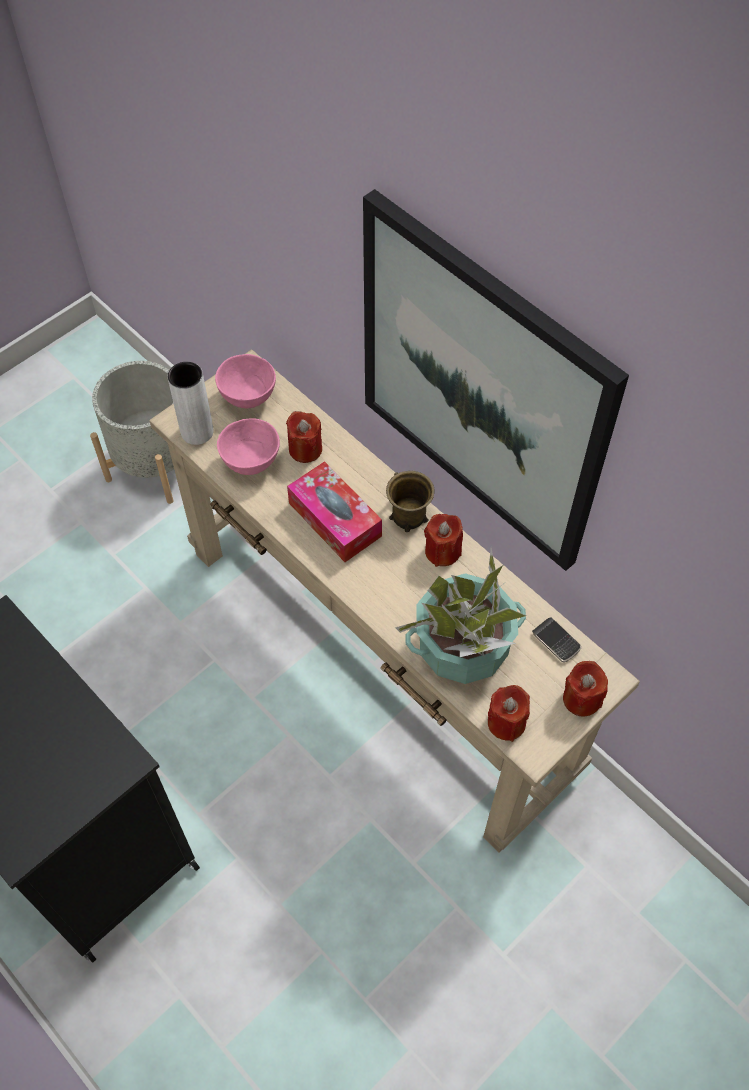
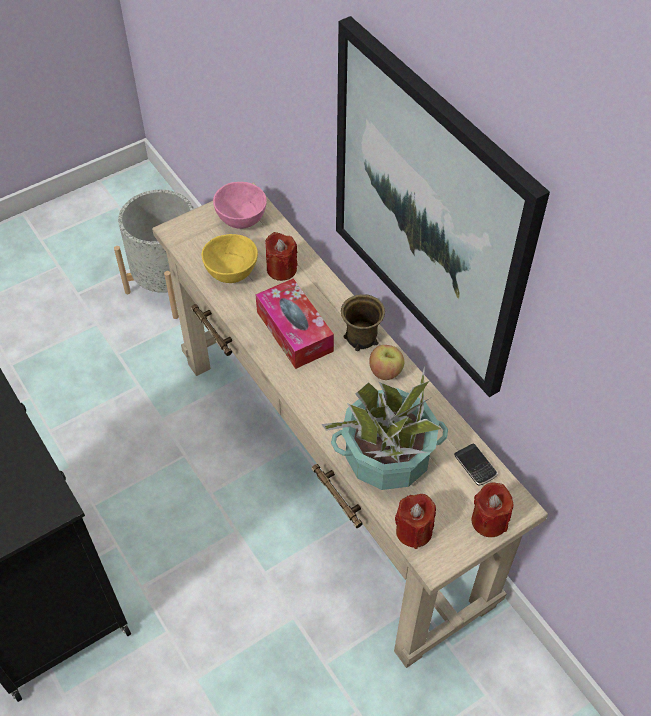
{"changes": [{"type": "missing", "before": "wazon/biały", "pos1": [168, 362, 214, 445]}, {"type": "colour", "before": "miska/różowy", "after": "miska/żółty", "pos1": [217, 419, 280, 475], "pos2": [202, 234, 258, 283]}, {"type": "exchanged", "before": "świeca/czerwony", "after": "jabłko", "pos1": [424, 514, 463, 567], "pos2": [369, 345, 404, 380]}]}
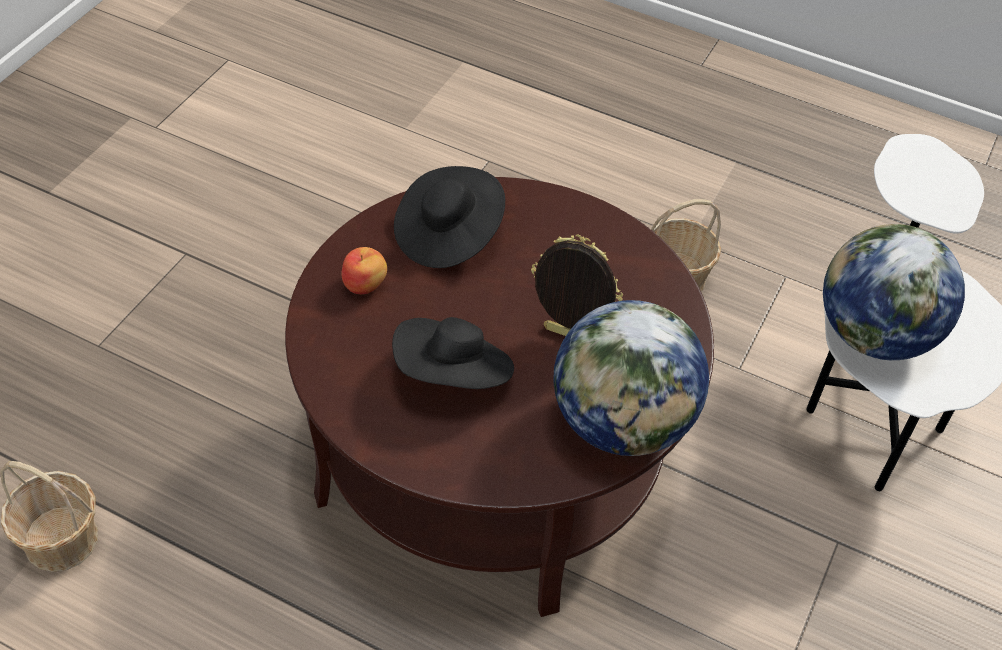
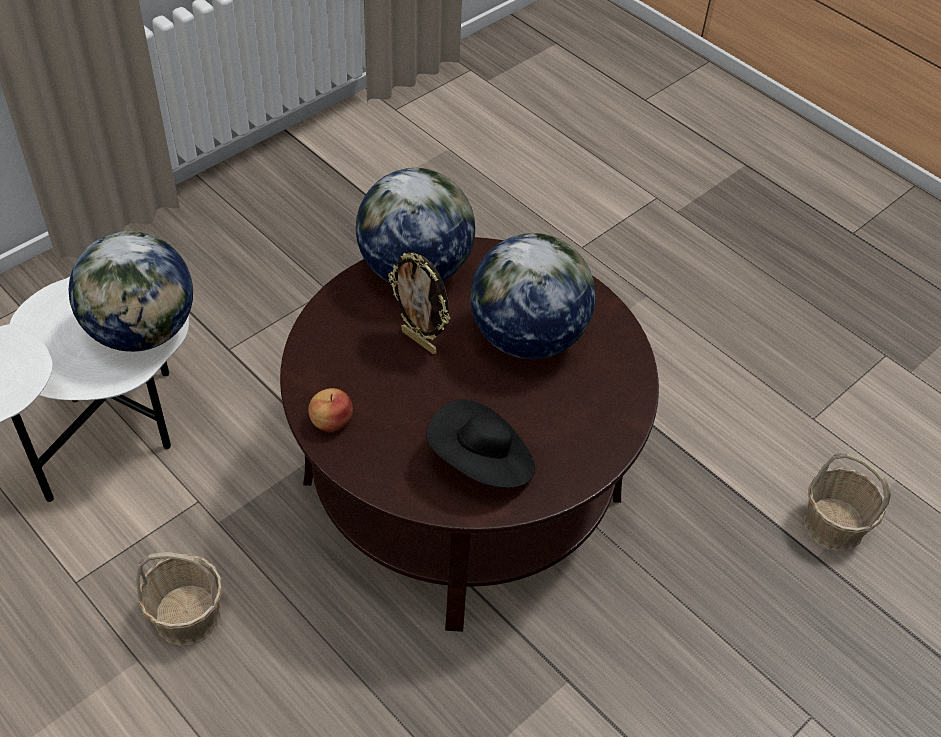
{"changes": [{"type": "relocated", "before": "jabłko", "pos1": [341, 247, 387, 294], "pos2": [308, 388, 353, 432]}, {"type": "exchanged", "before": "kapelusz/czarny", "after": "globus", "pos1": [392, 317, 514, 389], "pos2": [470, 233, 596, 359]}]}
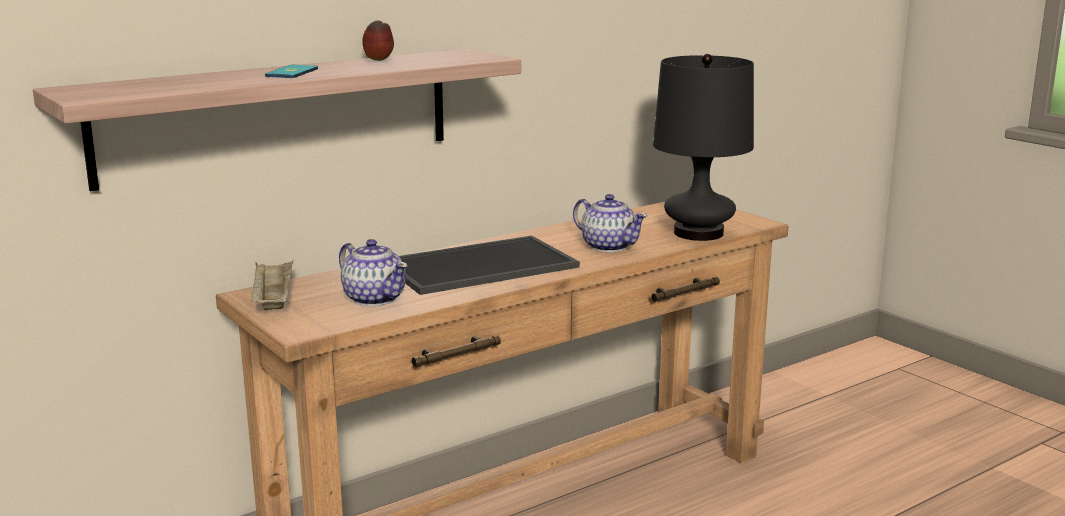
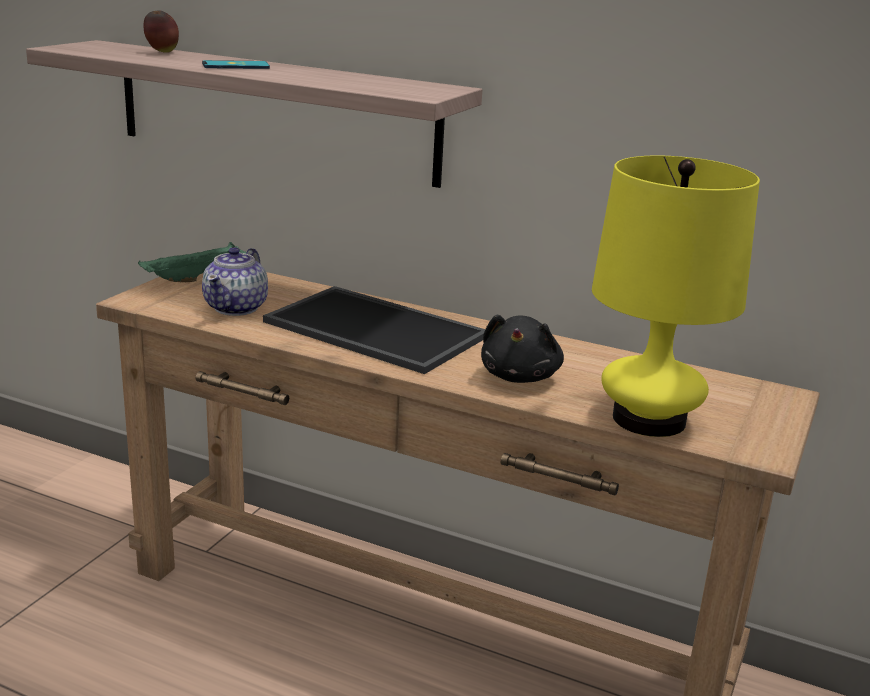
{"changes": [{"type": "relocated", "before": "jabłko", "pos1": [362, 20, 394, 61], "pos2": [144, 10, 179, 53]}, {"type": "colour", "before": "lampa stołowa/czarny", "after": "lampa stołowa/żółty", "pos1": [653, 54, 754, 241], "pos2": [592, 156, 760, 437]}, {"type": "exchanged", "before": "imbryk", "after": "pluszak/czarny", "pos1": [573, 194, 647, 252], "pos2": [481, 315, 564, 383]}, {"type": "colour", "before": "taca/beżowy", "after": "taca/zielony", "pos1": [251, 260, 293, 310], "pos2": [138, 242, 247, 282]}]}
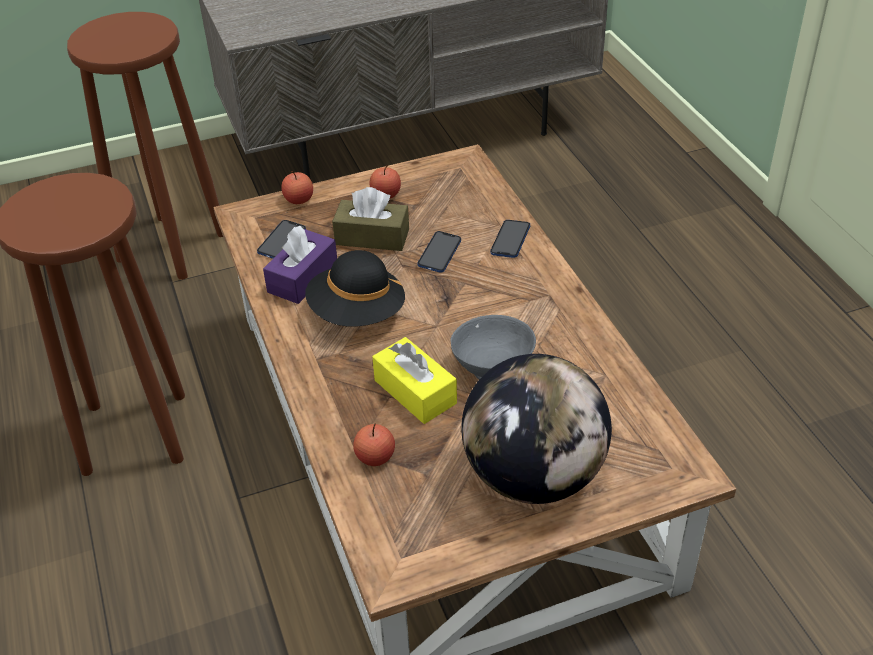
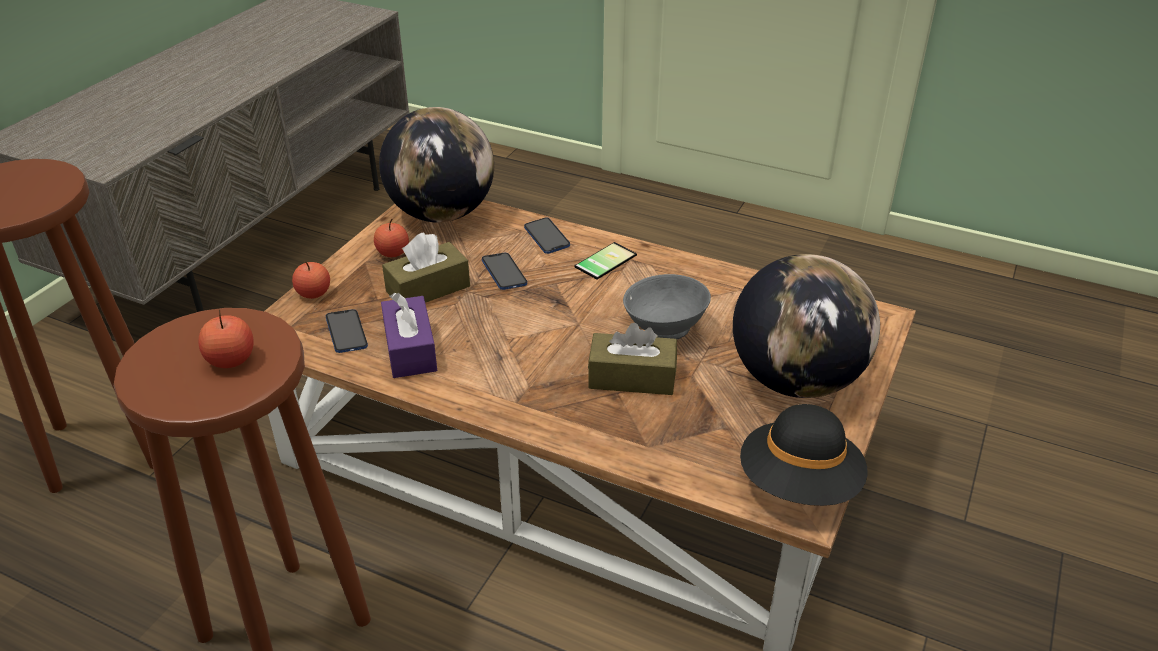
{"changes": [{"type": "relocated", "before": "kapelusz/czarny", "pos1": [305, 250, 405, 326], "pos2": [740, 404, 867, 506]}, {"type": "colour", "before": "pudełko chusteczek/żółty", "after": "pudełko chusteczek/brązowy", "pos1": [372, 337, 457, 424], "pos2": [588, 323, 677, 395]}, {"type": "relocated", "before": "jabłko", "pos1": [353, 423, 395, 466], "pos2": [198, 310, 254, 368]}, {"type": "appeared", "after": "globus", "pos2": [379, 107, 494, 223]}, {"type": "appeared", "after": "telefon", "pos2": [574, 242, 637, 280]}]}
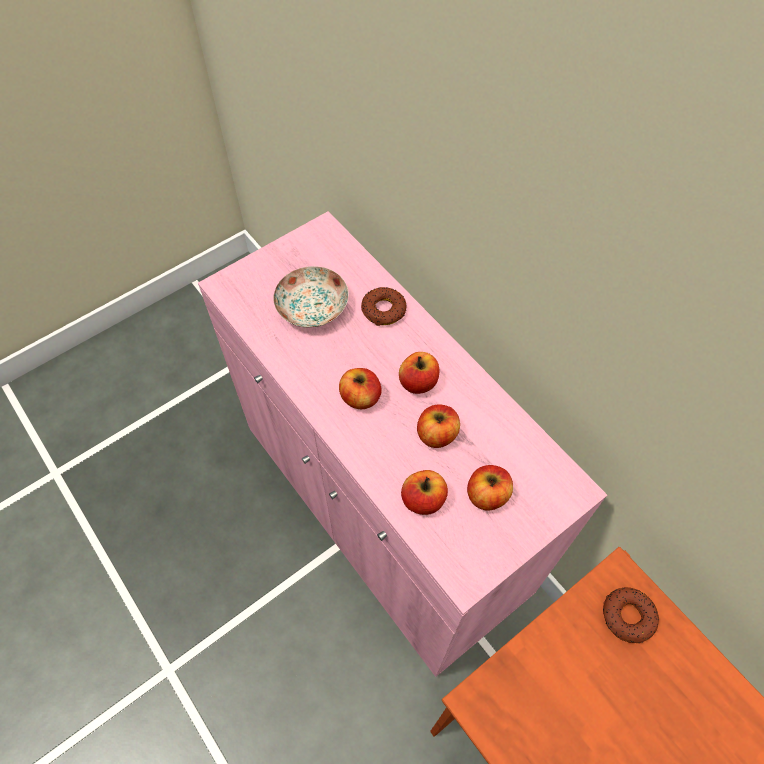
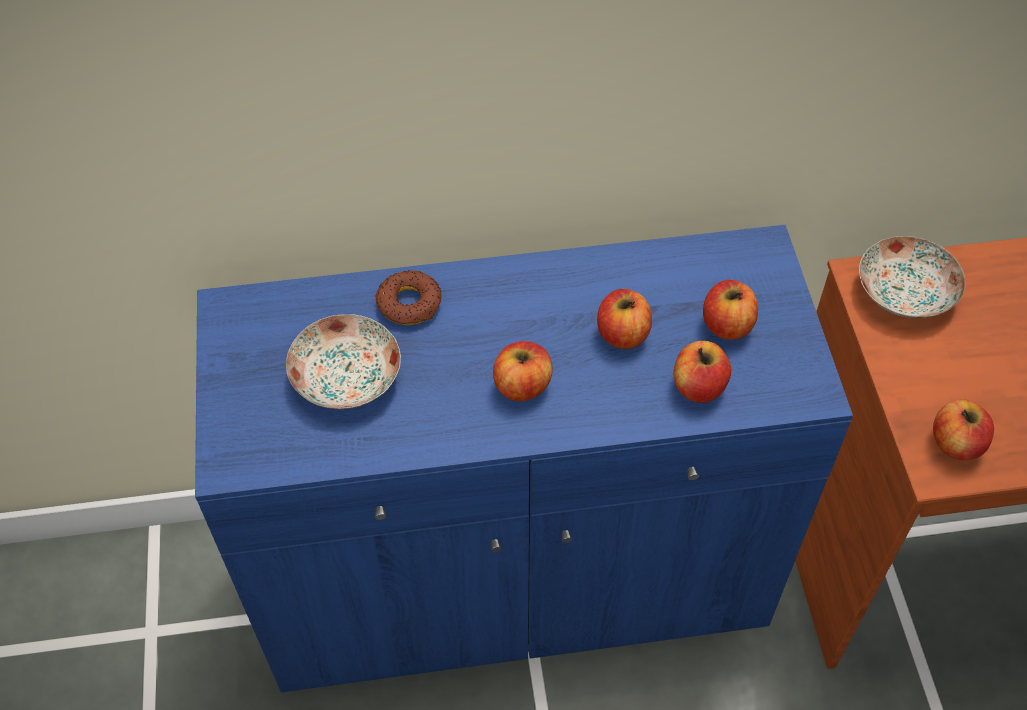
{"changes": [{"type": "colour", "before": "szafka/różowy", "after": "szafka/niebieski", "pos1": [198, 211, 607, 677], "pos2": [195, 225, 853, 692]}, {"type": "relocated", "before": "jabłko", "pos1": [399, 352, 439, 394], "pos2": [933, 399, 994, 460]}, {"type": "exchanged", "before": "donut", "after": "talerz", "pos1": [603, 587, 659, 643], "pos2": [859, 236, 965, 318]}]}
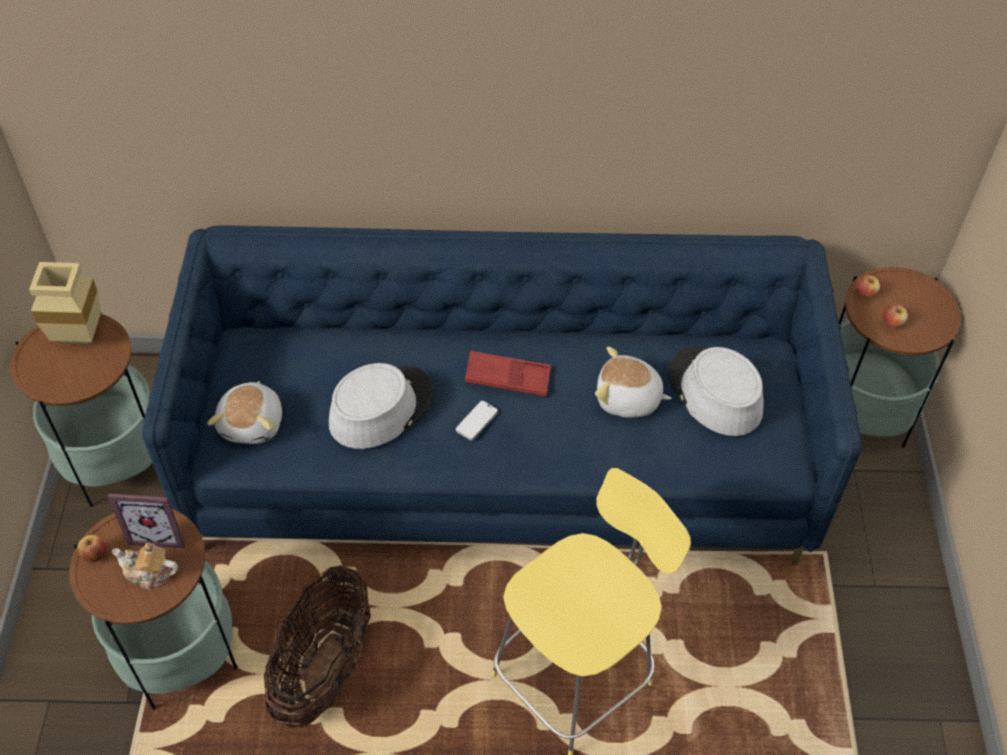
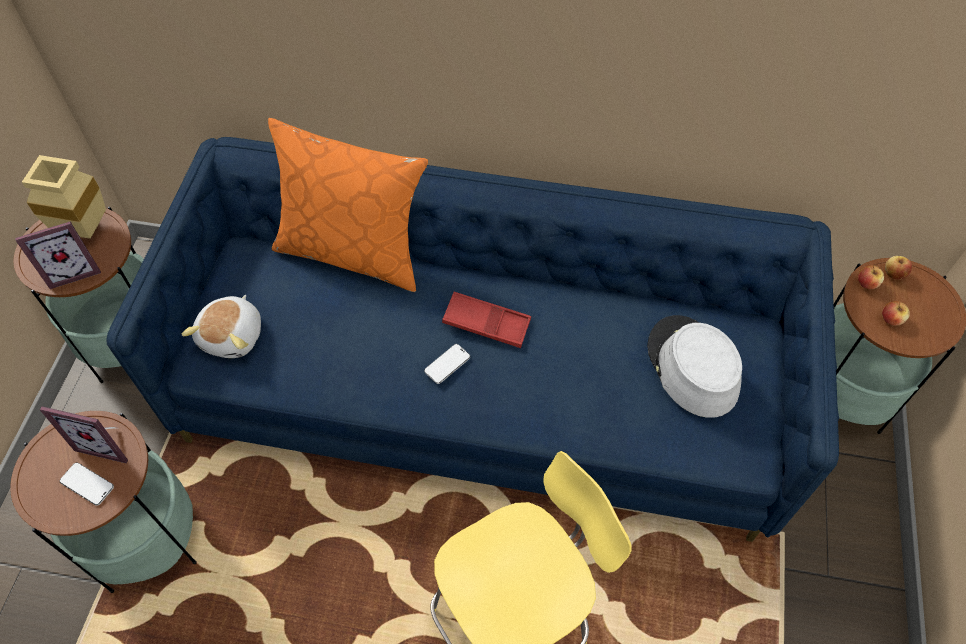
{"changes": [{"type": "missing", "before": "pluszak", "pos1": [595, 346, 672, 418]}, {"type": "missing", "before": "kapelusz/szary", "pos1": [329, 363, 434, 449]}, {"type": "relocated", "before": "jabłko", "pos1": [77, 535, 107, 562], "pos2": [885, 256, 912, 280]}, {"type": "exchanged", "before": "imbryk", "after": "telefon", "pos1": [112, 543, 178, 590], "pos2": [60, 463, 114, 505]}, {"type": "missing", "before": "koszyk", "pos1": [264, 565, 371, 729]}, {"type": "appeared", "after": "poduszka/pomarańczowy", "pos2": [268, 118, 428, 292]}, {"type": "appeared", "after": "ramka na zdjęcie", "pos2": [15, 222, 101, 289]}]}
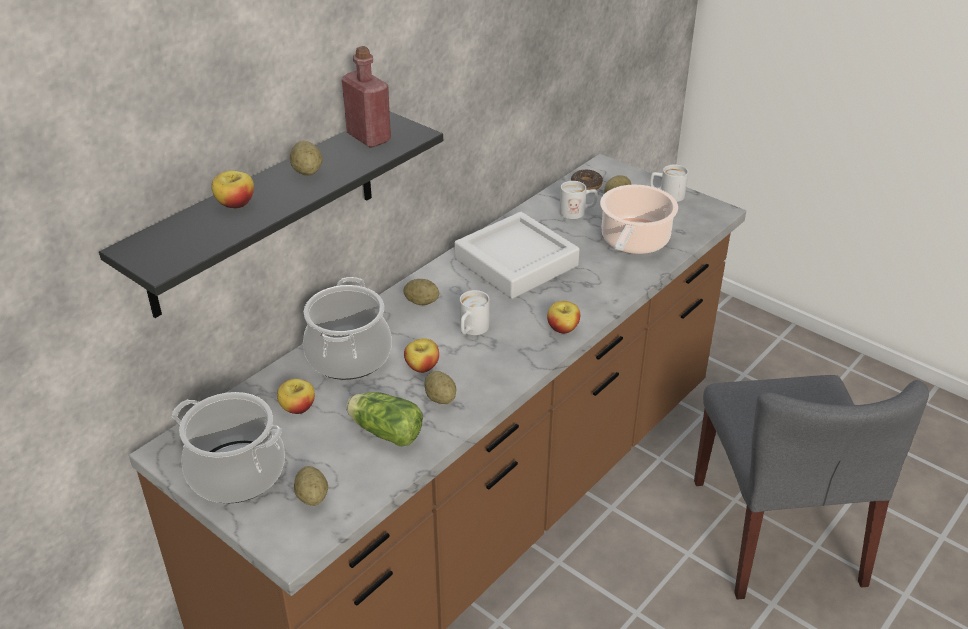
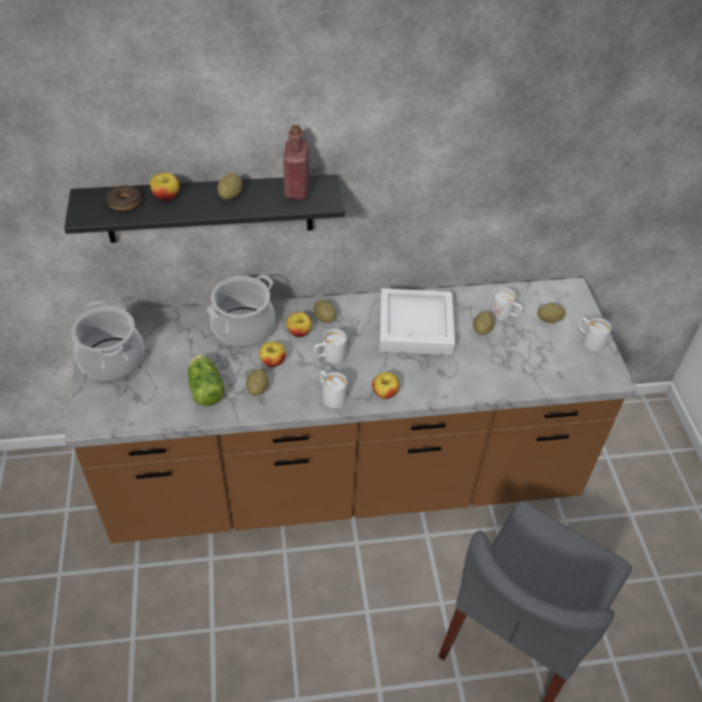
{"changes": [{"type": "relocated", "before": "donut", "pos1": [571, 169, 603, 190], "pos2": [107, 185, 141, 211]}, {"type": "missing", "before": "garnek", "pos1": [600, 185, 678, 254]}, {"type": "relocated", "before": "jabłko", "pos1": [277, 379, 315, 414], "pos2": [286, 312, 312, 337]}, {"type": "relocated", "before": "ziemniak", "pos1": [294, 466, 328, 506], "pos2": [473, 311, 494, 335]}, {"type": "appeared", "after": "kubek/biały", "pos2": [320, 370, 347, 408]}]}
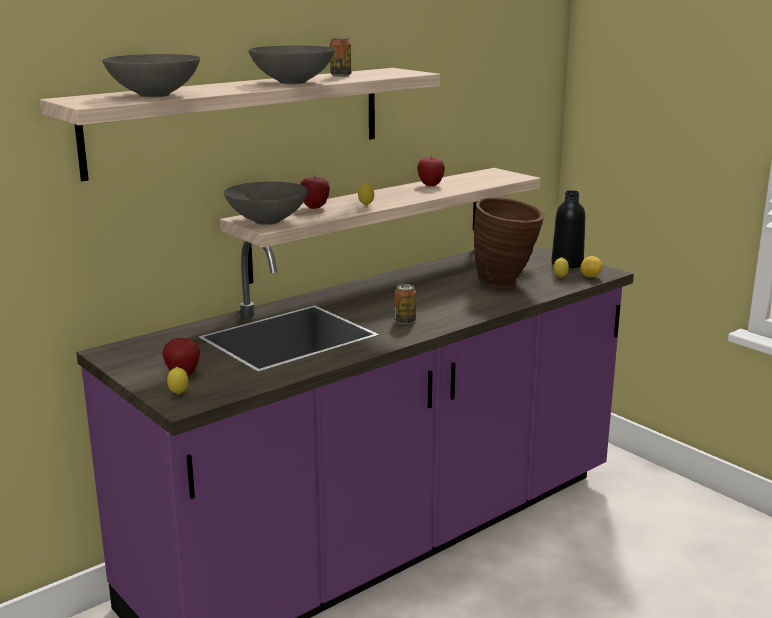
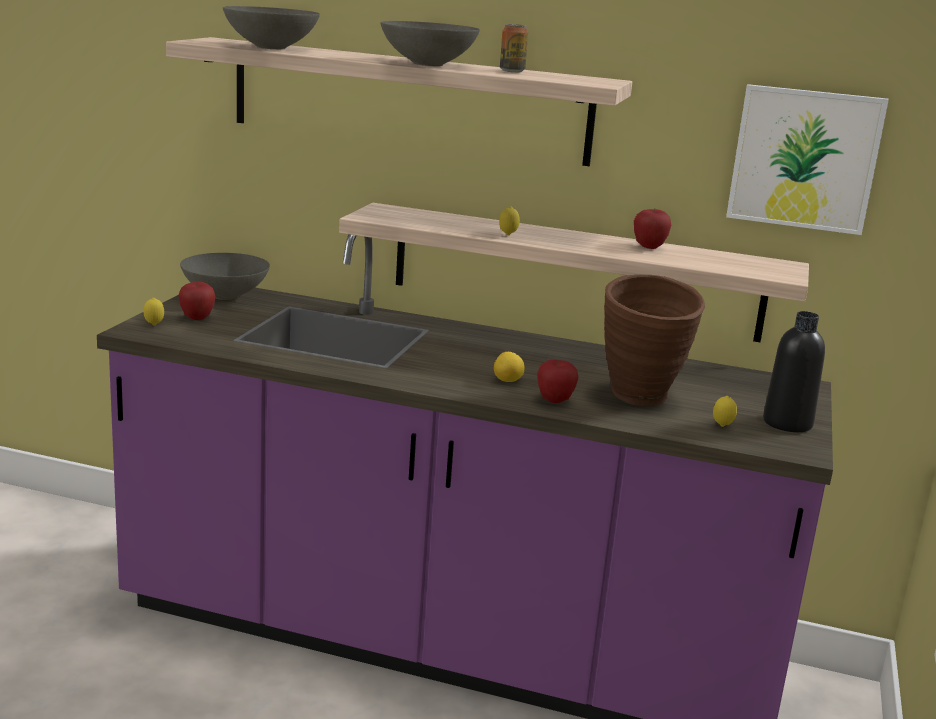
{"changes": [{"type": "relocated", "before": "jabłko", "pos1": [300, 177, 330, 209], "pos2": [537, 359, 579, 403]}, {"type": "relocated", "before": "miska/szary", "pos1": [224, 182, 308, 225], "pos2": [180, 253, 270, 300]}, {"type": "relocated", "before": "cytryna", "pos1": [581, 256, 603, 278], "pos2": [494, 352, 525, 382]}, {"type": "missing", "before": "puszka", "pos1": [395, 284, 416, 324]}, {"type": "appeared", "after": "obraz", "pos2": [726, 84, 889, 235]}]}
